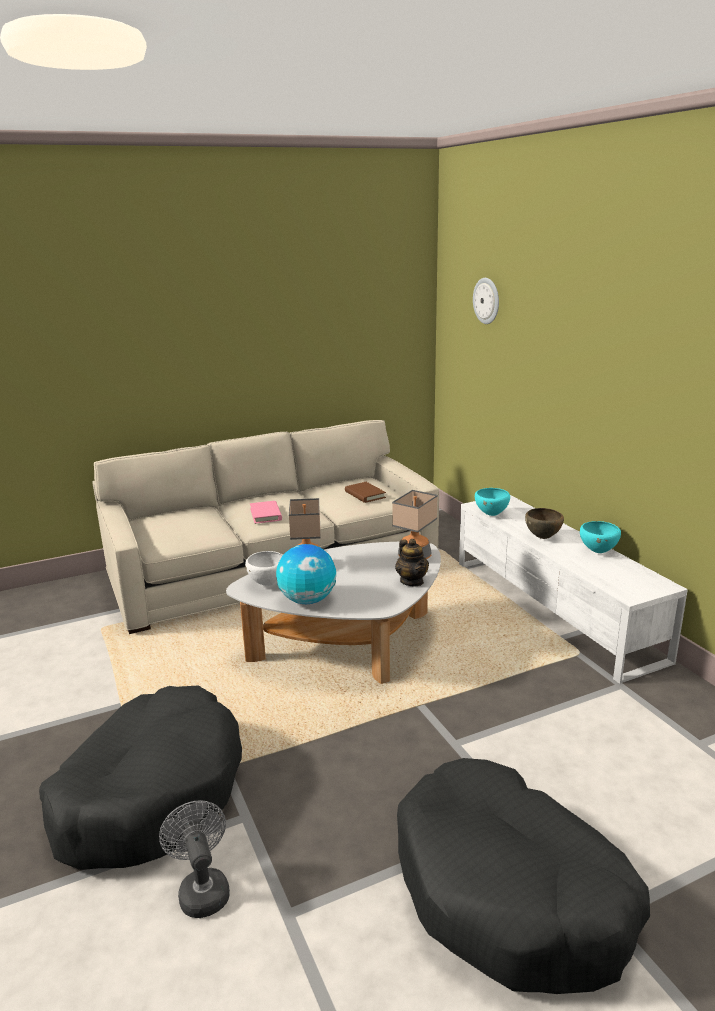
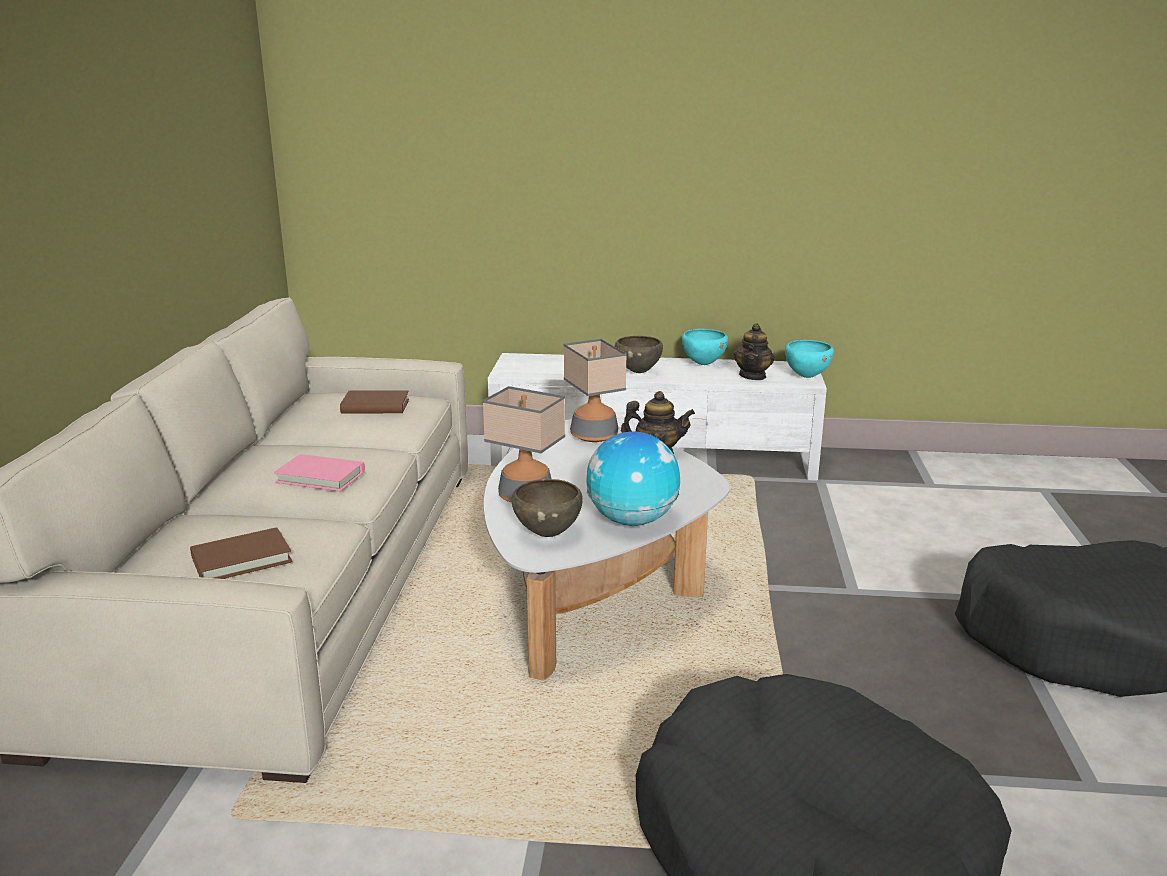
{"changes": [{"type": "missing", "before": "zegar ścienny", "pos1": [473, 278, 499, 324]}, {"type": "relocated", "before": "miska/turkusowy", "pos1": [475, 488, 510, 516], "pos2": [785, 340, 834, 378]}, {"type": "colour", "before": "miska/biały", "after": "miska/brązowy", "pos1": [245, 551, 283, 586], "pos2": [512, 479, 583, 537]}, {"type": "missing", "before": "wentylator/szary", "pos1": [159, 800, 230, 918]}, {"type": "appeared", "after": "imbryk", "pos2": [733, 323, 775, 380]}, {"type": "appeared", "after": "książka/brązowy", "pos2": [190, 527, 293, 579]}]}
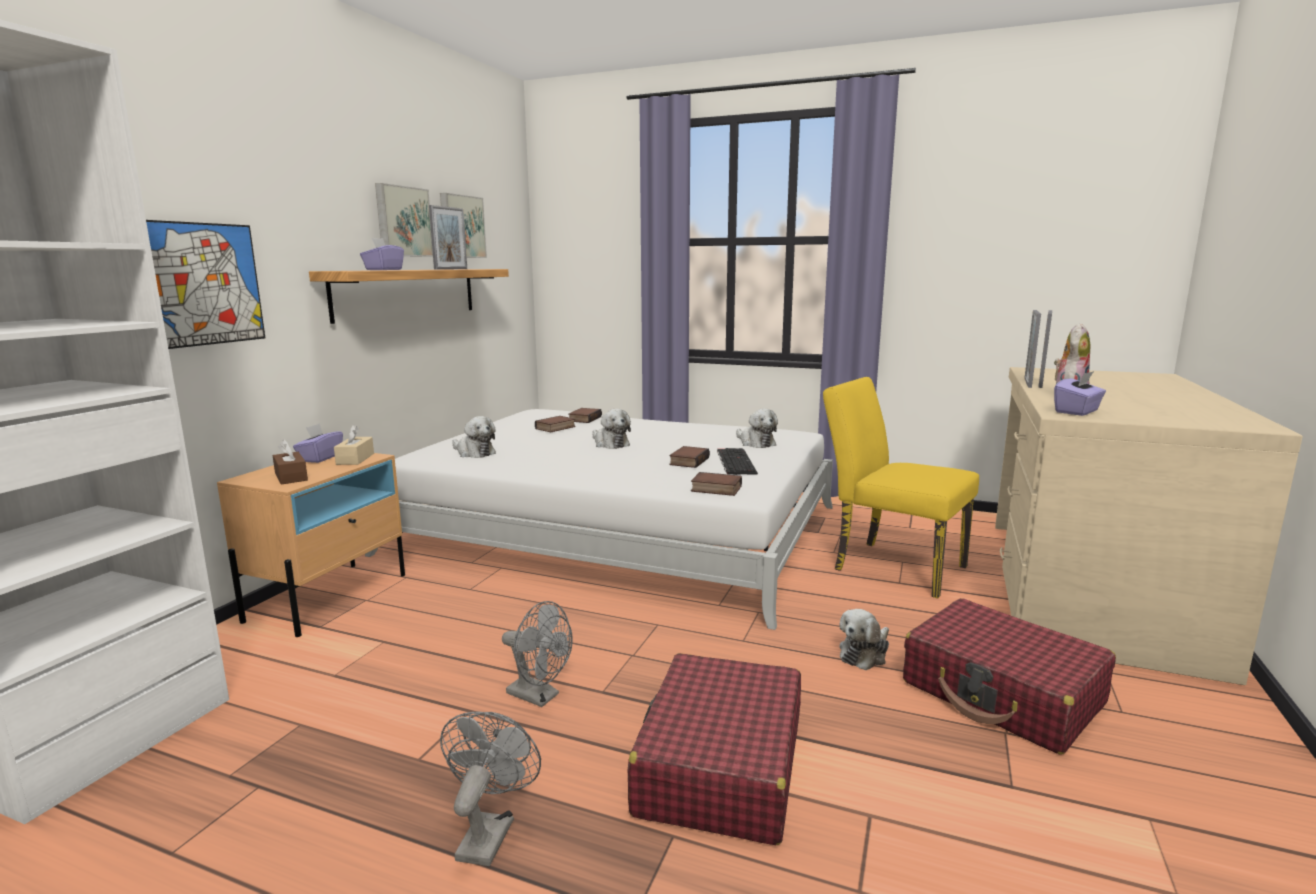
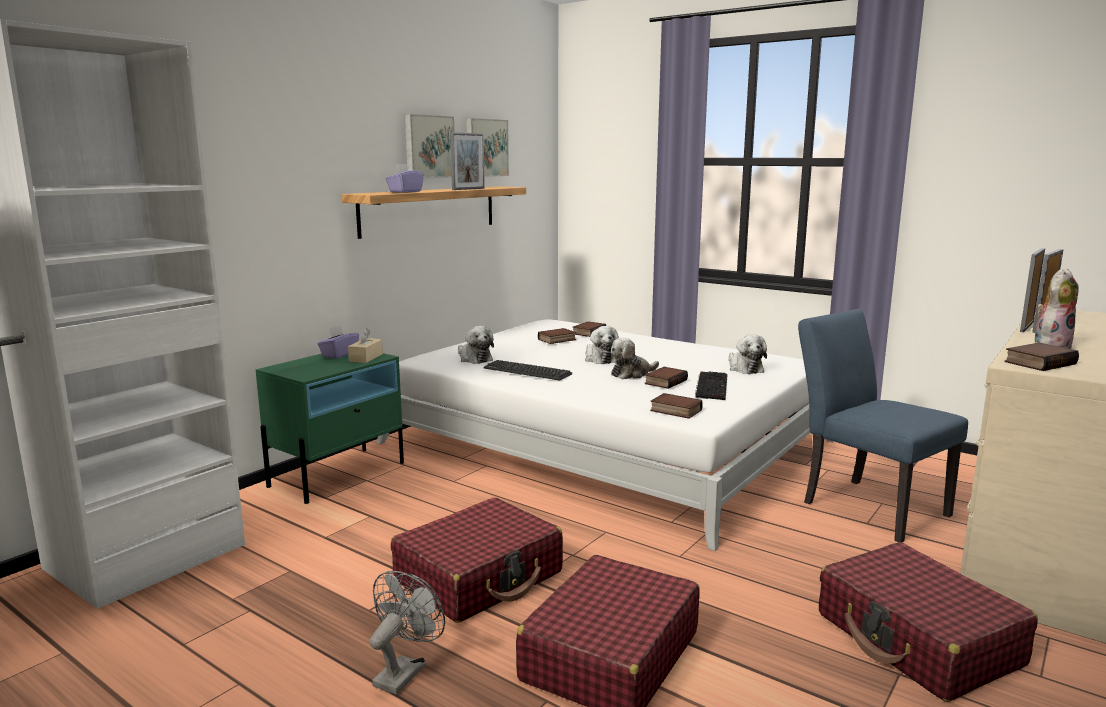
{"changes": [{"type": "missing", "before": "obraz", "pos1": [146, 220, 265, 349]}, {"type": "exchanged", "before": "pudełko chusteczek/fioletowy", "after": "książka", "pos1": [1054, 371, 1106, 416], "pos2": [1004, 343, 1079, 371]}, {"type": "colour", "before": "krzesło/żółty", "after": "krzesło/niebieski", "pos1": [823, 377, 979, 598], "pos2": [798, 309, 968, 543]}, {"type": "missing", "before": "pudełko chusteczek/brązowy", "pos1": [273, 440, 308, 485]}, {"type": "colour", "before": "szafka nocna/beżowy", "after": "szafka nocna/zielony", "pos1": [217, 453, 405, 637], "pos2": [256, 353, 404, 504]}, {"type": "exchanged", "before": "wentylator/szary", "after": "walizka/czerwony", "pos1": [502, 601, 573, 707], "pos2": [391, 498, 563, 623]}, {"type": "relocated", "before": "pluszak", "pos1": [839, 609, 889, 670], "pos2": [611, 337, 659, 379]}, {"type": "appeared", "after": "klawiatura", "pos2": [484, 360, 572, 380]}]}
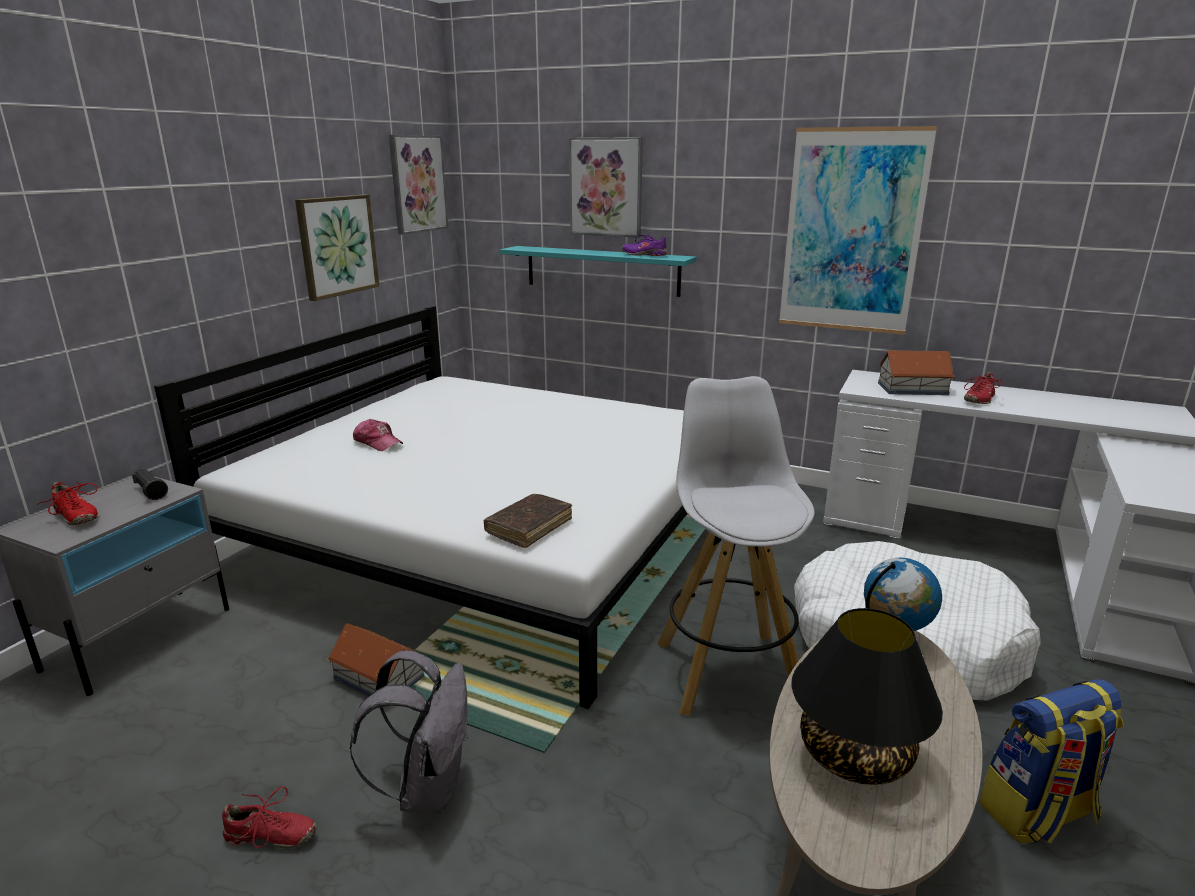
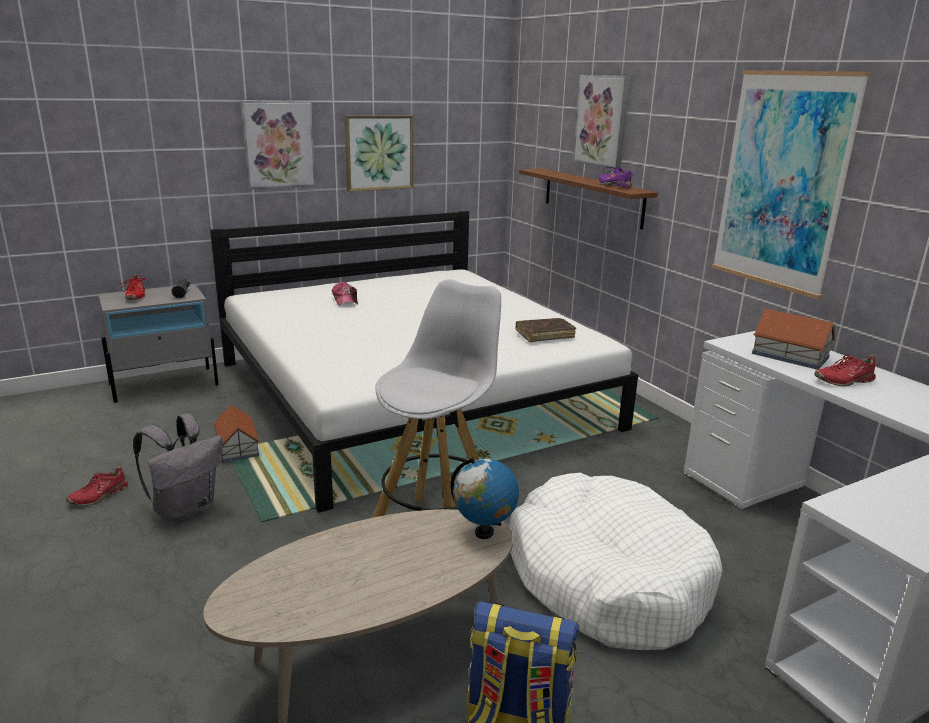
{"changes": [{"type": "relocated", "before": "obraz", "pos1": [389, 135, 448, 235], "pos2": [241, 101, 316, 189]}, {"type": "colour", "before": "półka/turkusowy", "after": "półka/brązowy", "pos1": [500, 246, 696, 297], "pos2": [519, 168, 658, 229]}, {"type": "relocated", "before": "książka/brązowy", "pos1": [483, 494, 572, 548], "pos2": [516, 318, 576, 342]}, {"type": "missing", "before": "lampa stołowa/czarny", "pos1": [791, 608, 943, 785]}, {"type": "spun", "before": "but/czerwony", "pos1": [222, 786, 316, 849], "pos2": [66, 466, 128, 506], "turn": 90}]}
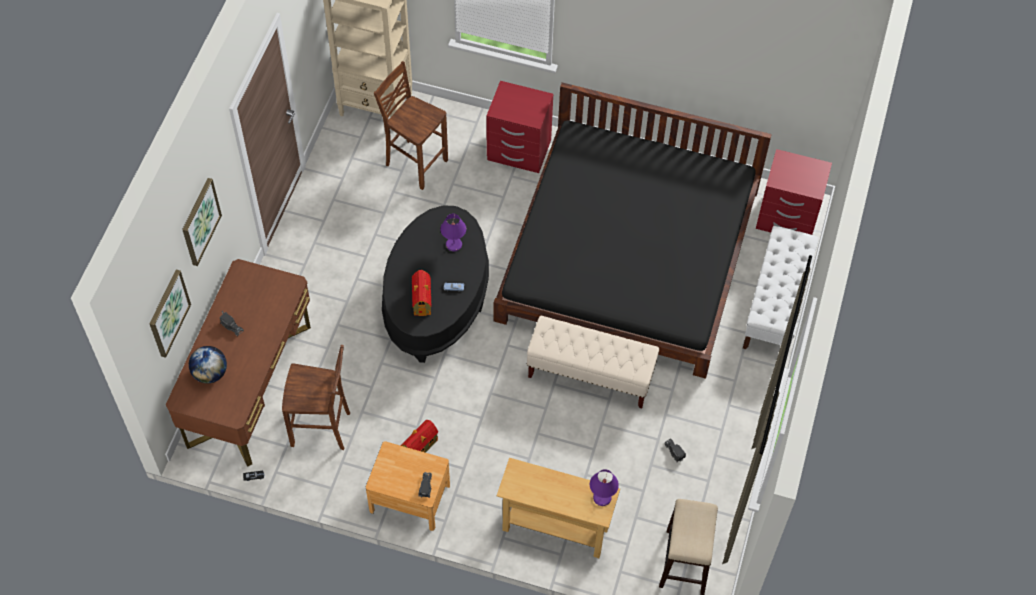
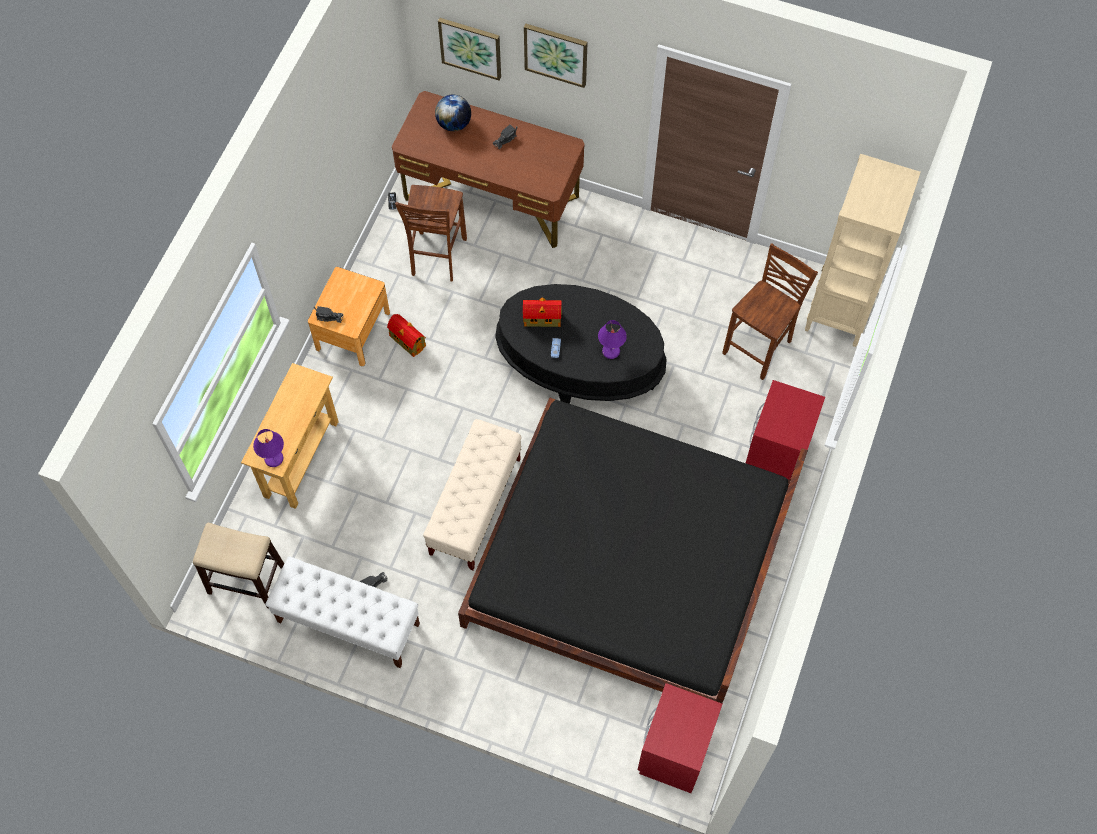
{"changes": [{"type": "relocated", "before": "ławka/biały", "pos1": [743, 226, 819, 349], "pos2": [265, 556, 420, 668]}]}
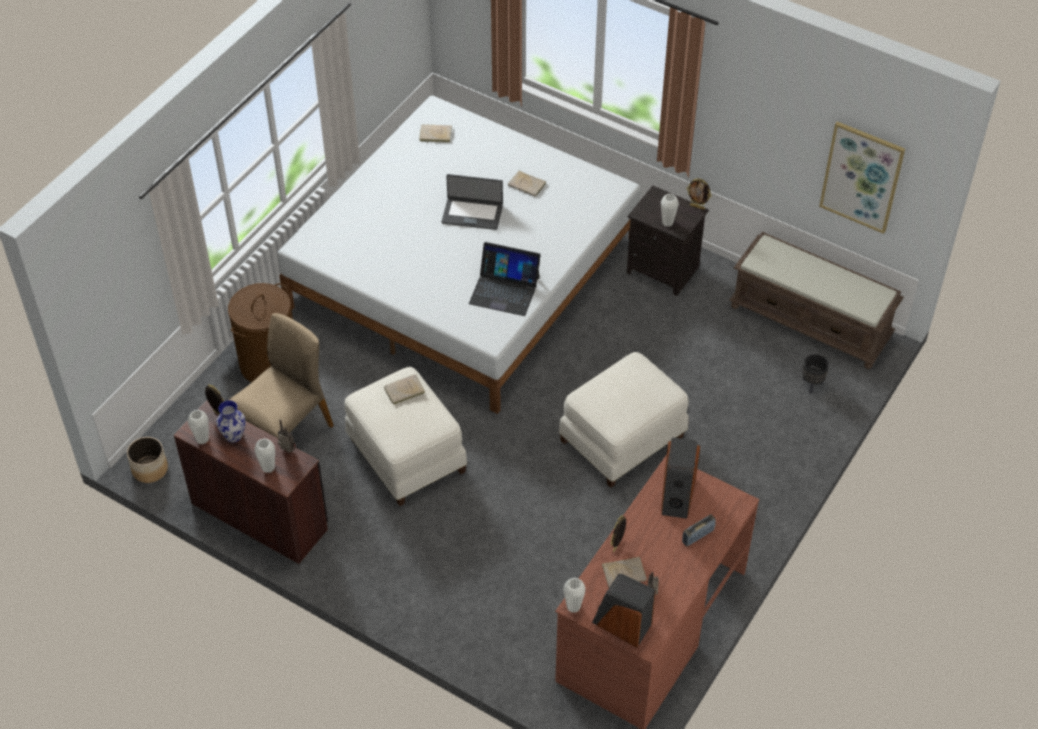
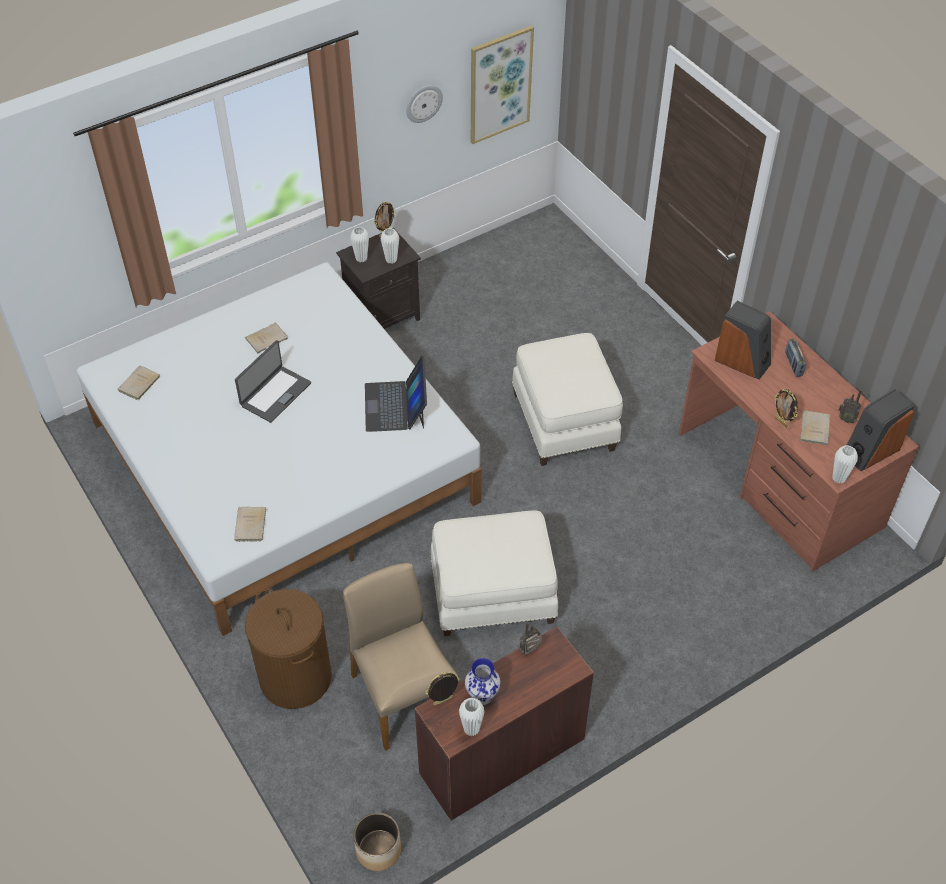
{"changes": [{"type": "missing", "before": "ławka/brązowy", "pos1": [729, 232, 904, 369]}, {"type": "spun", "before": "laptop", "pos1": [469, 242, 541, 316], "pos2": [365, 356, 427, 432], "turn": 135}, {"type": "missing", "before": "donica/czarny", "pos1": [802, 354, 829, 394]}, {"type": "relocated", "before": "książka/beżowy", "pos1": [384, 374, 425, 406], "pos2": [234, 507, 266, 542]}, {"type": "relocated", "before": "wazon/biały", "pos1": [254, 438, 275, 473], "pos2": [350, 227, 369, 262]}, {"type": "appeared", "after": "zegar ścienny", "pos2": [406, 85, 443, 123]}]}
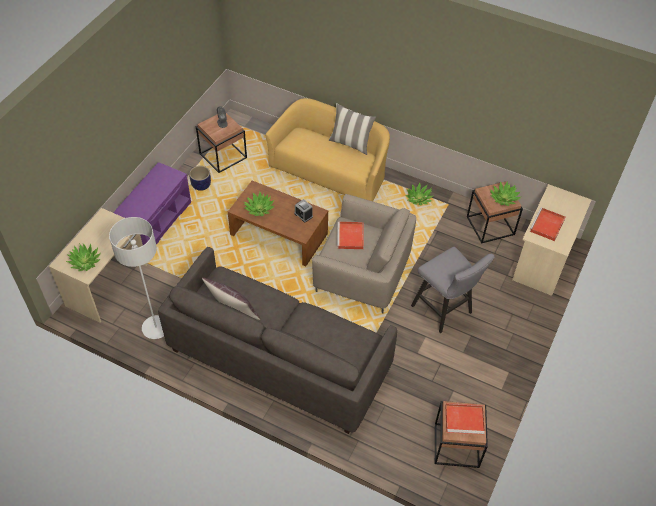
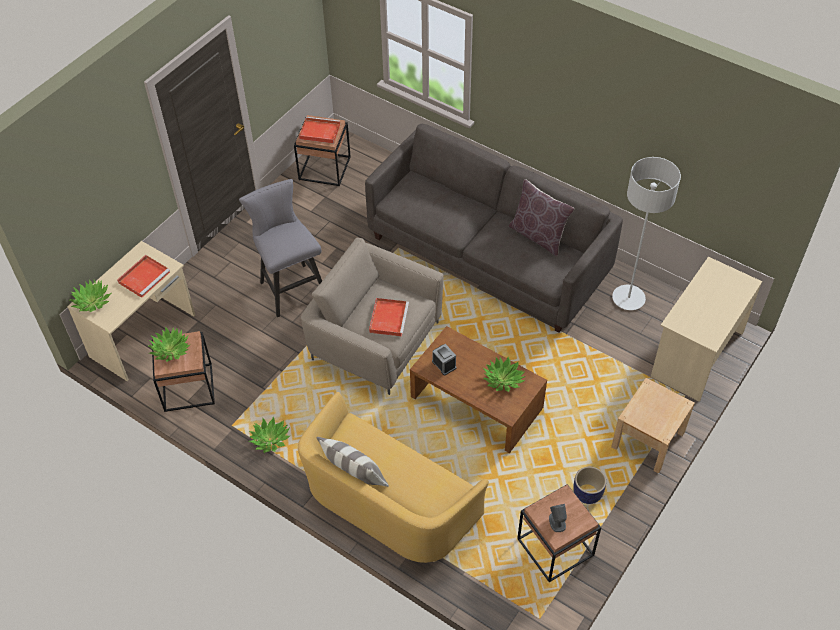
{"changes": [{"type": "exchanged", "before": "ławka/fioletowy", "after": "szafka nocna/beżowy", "pos1": [113, 162, 191, 245], "pos2": [611, 378, 695, 474]}, {"type": "relocated", "before": "roślina doniczkowa", "pos1": [66, 243, 101, 271], "pos2": [70, 280, 111, 312]}]}
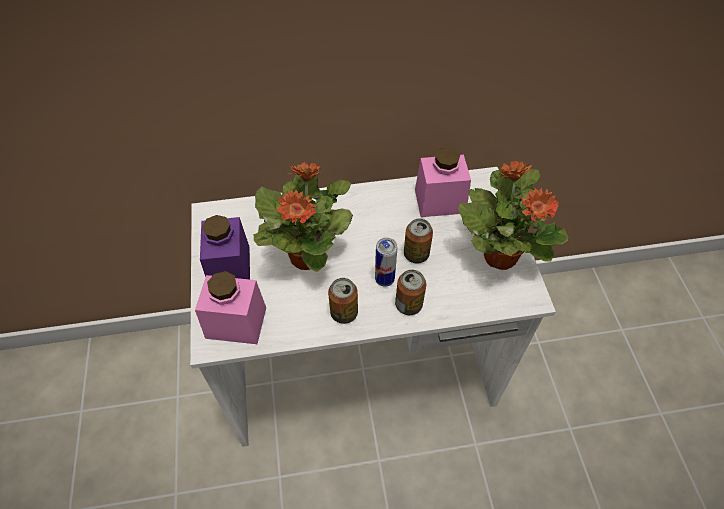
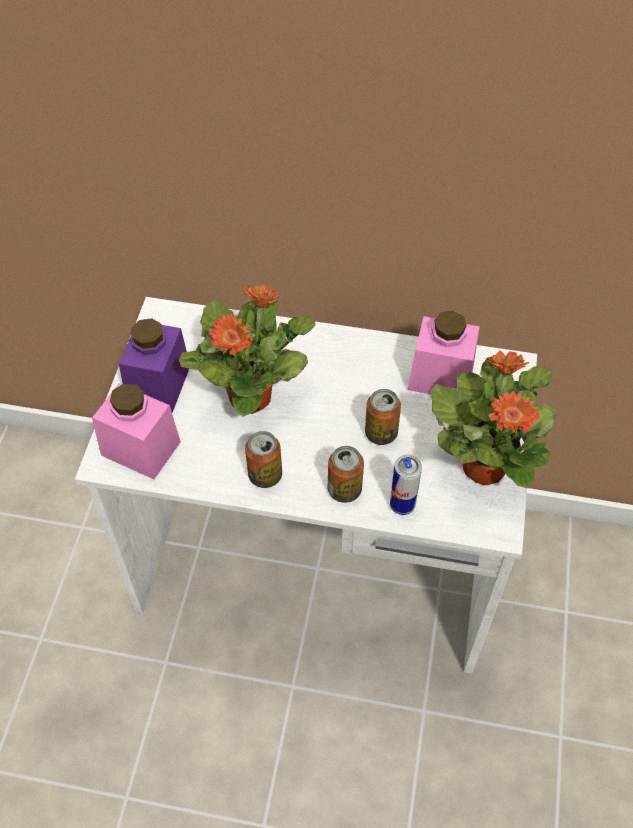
{"changes": [{"type": "relocated", "before": "puszka", "pos1": [375, 238, 397, 287], "pos2": [390, 454, 422, 515]}]}
